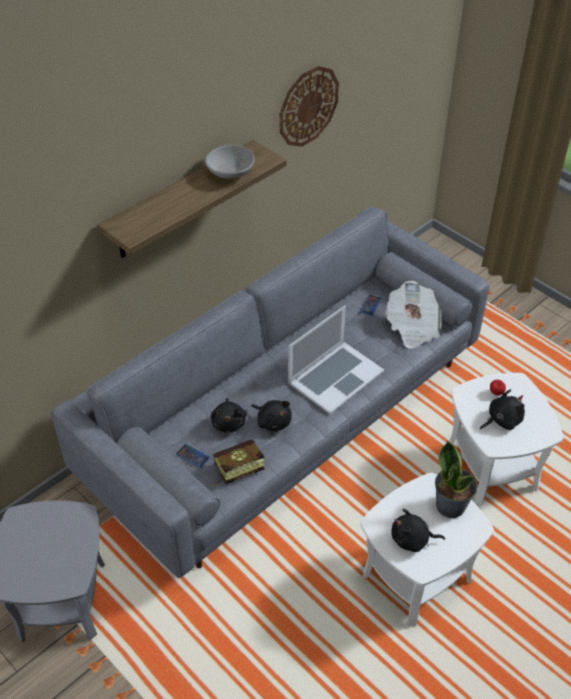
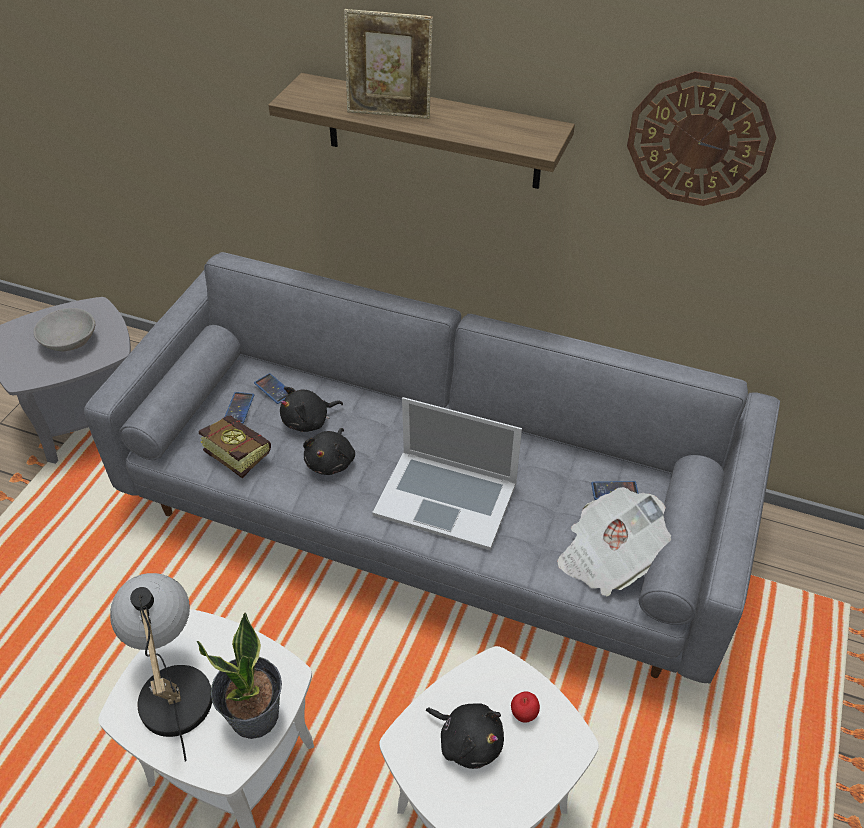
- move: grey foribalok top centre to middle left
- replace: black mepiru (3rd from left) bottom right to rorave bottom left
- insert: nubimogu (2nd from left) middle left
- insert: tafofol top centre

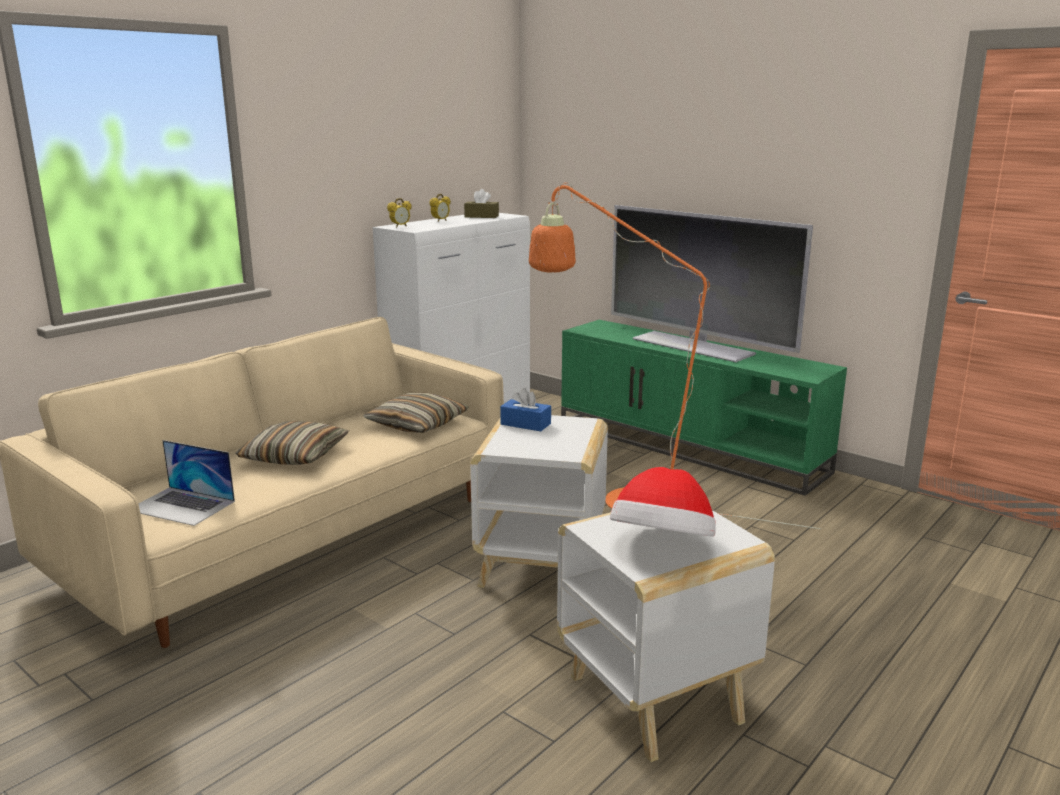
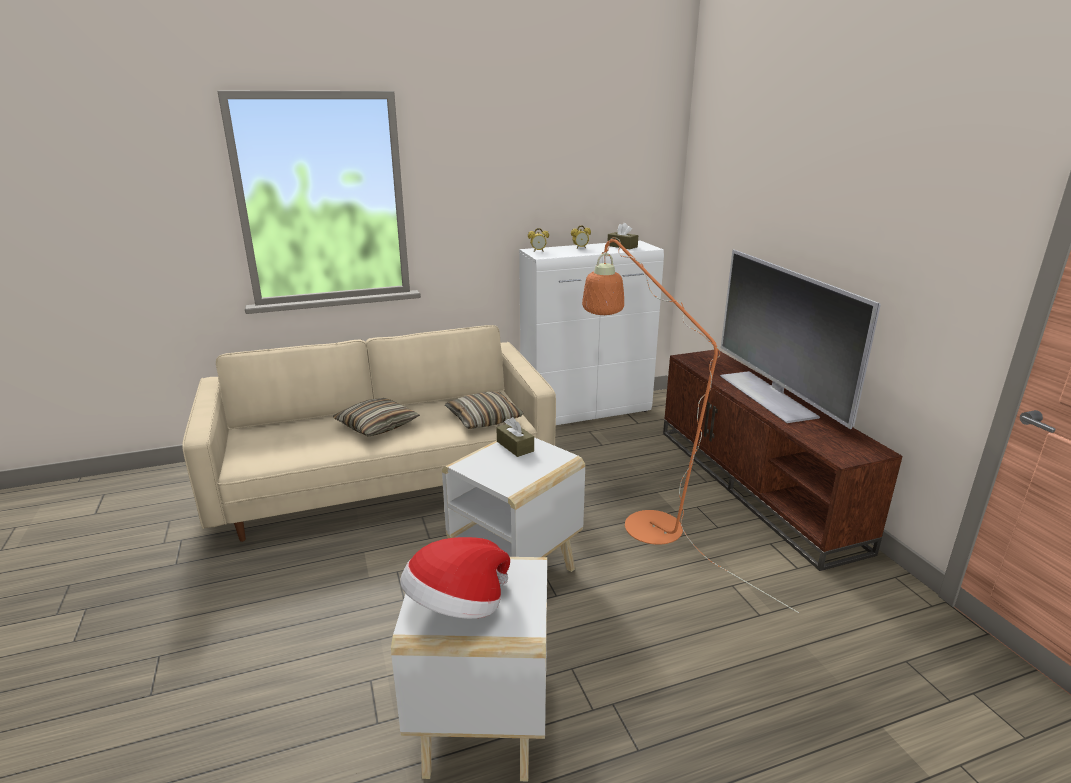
- delete: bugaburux middle left
- recolor: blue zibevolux centre to brown zibevolux (1st from left) centre
- recolor: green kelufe centre to brown kelufe middle right

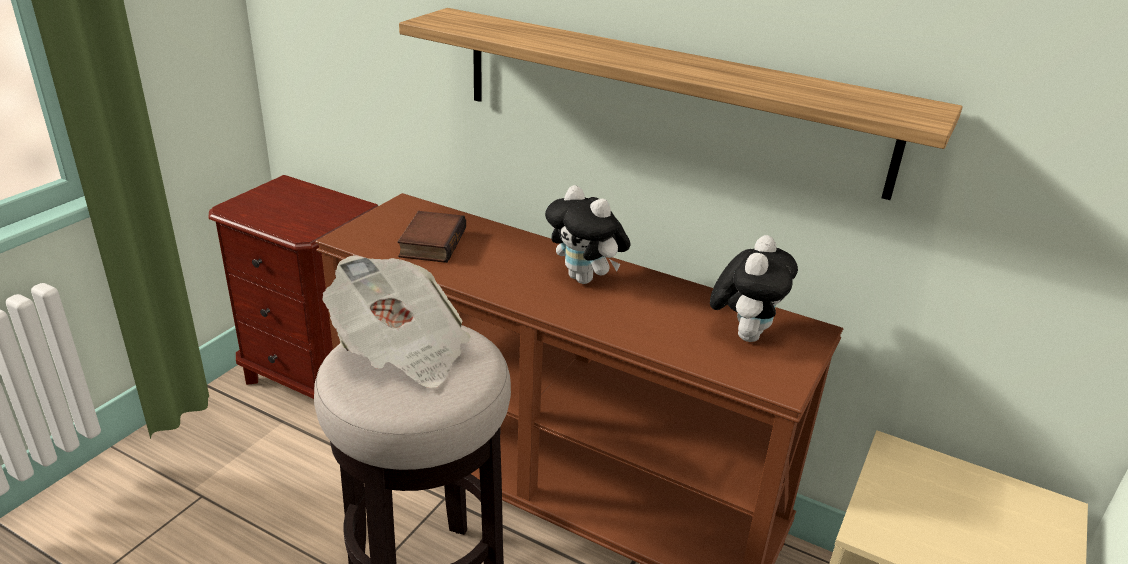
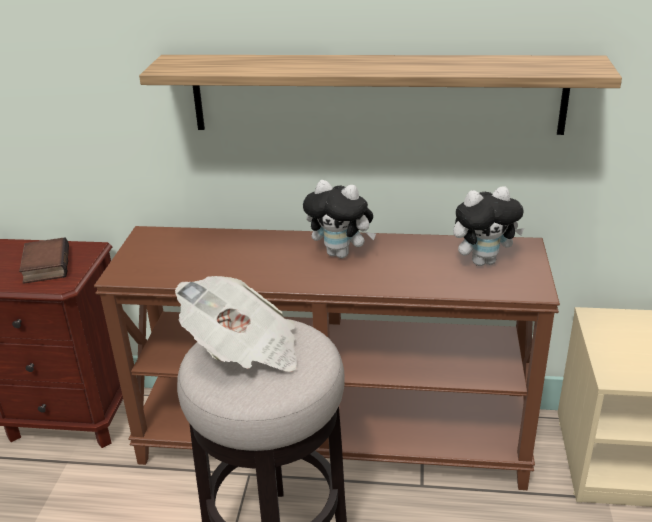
- move: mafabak centre to middle left
- rotate: mepiru (2nd from left) middle right = middle right 75 degrees clockwise

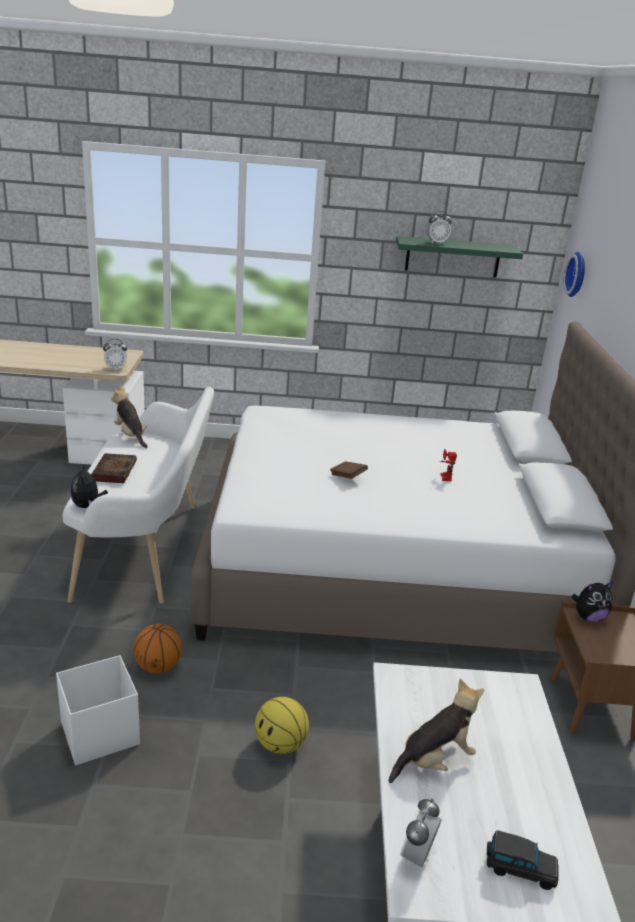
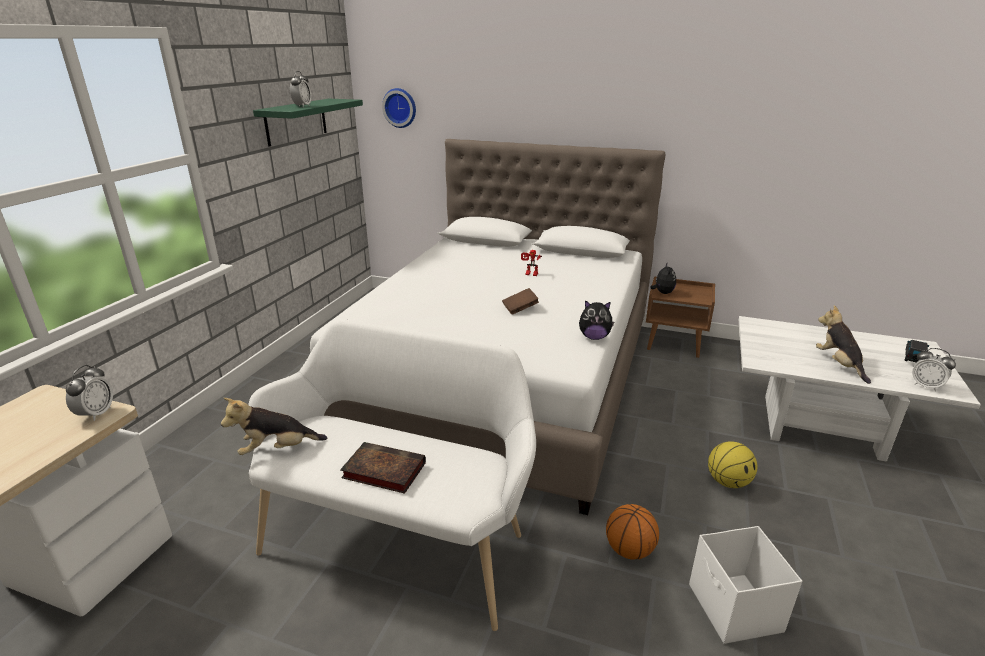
- move: mepiru (1st from left in the first image) middle left to mepiru (2nd from left) centre

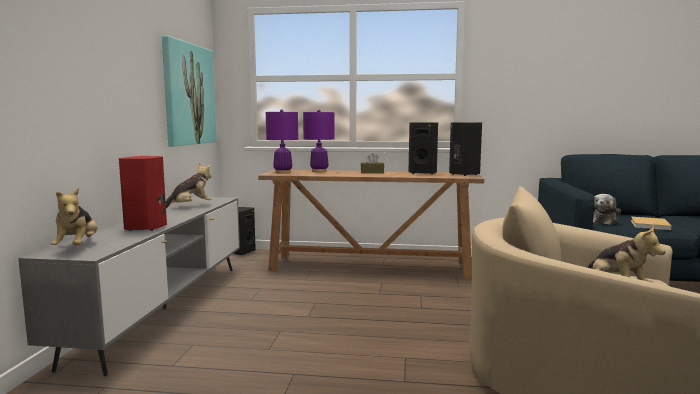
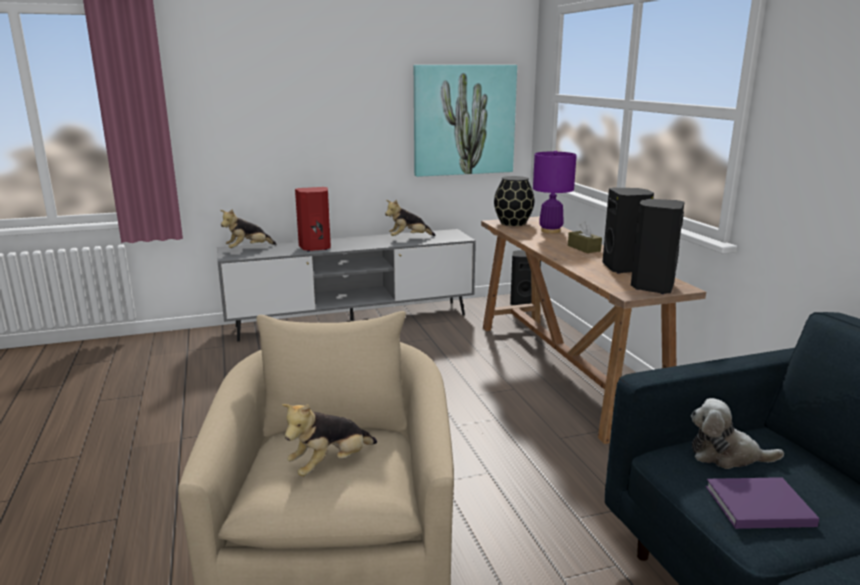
- rotate: mepiru (2nd from left in the first image) middle left = centre 135 degrees clockwise
- replace: purple rorave (1st from left) centre to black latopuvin centre
- recolor: beige mafabak middle right to purple mafabak bottom right

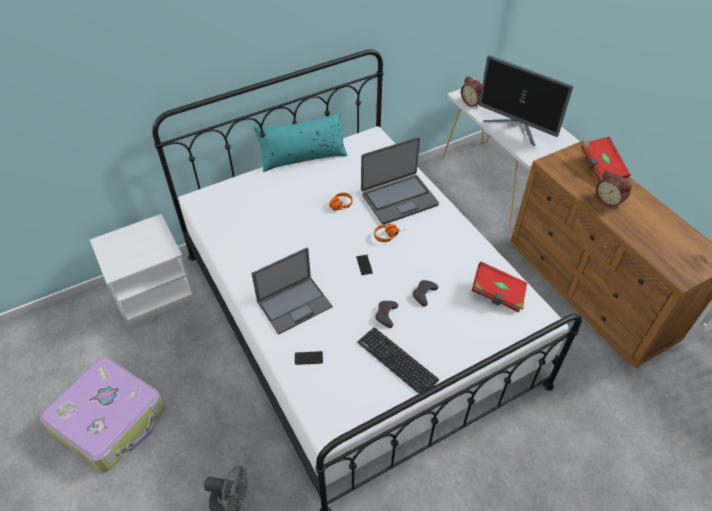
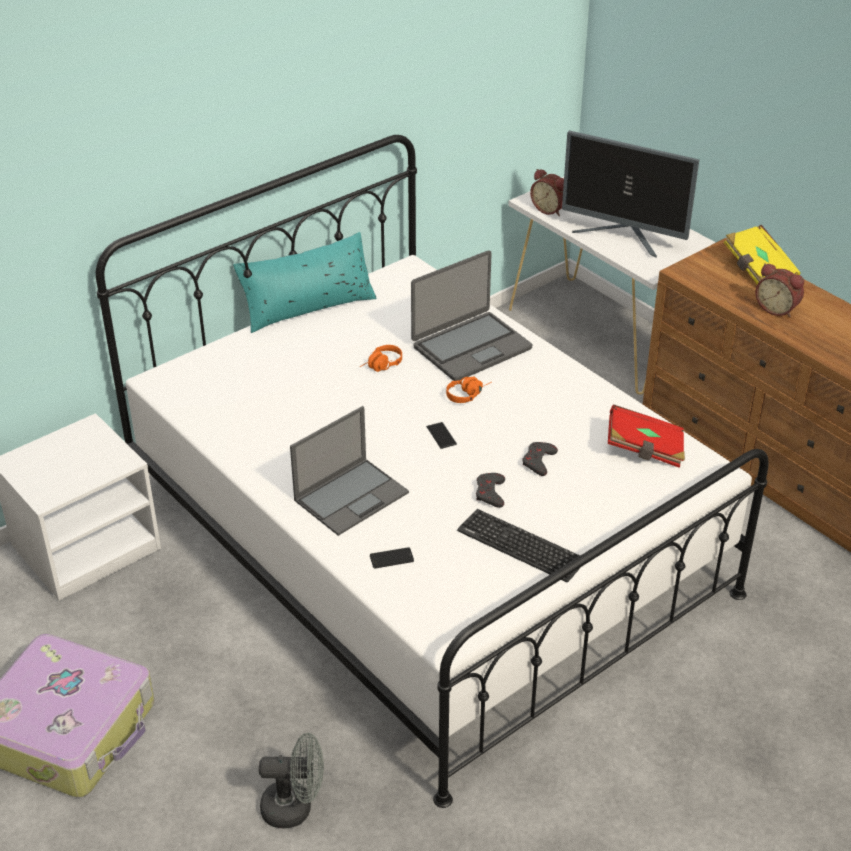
- recolor: red mafabak (2nd from left) top right to yellow mafabak top right

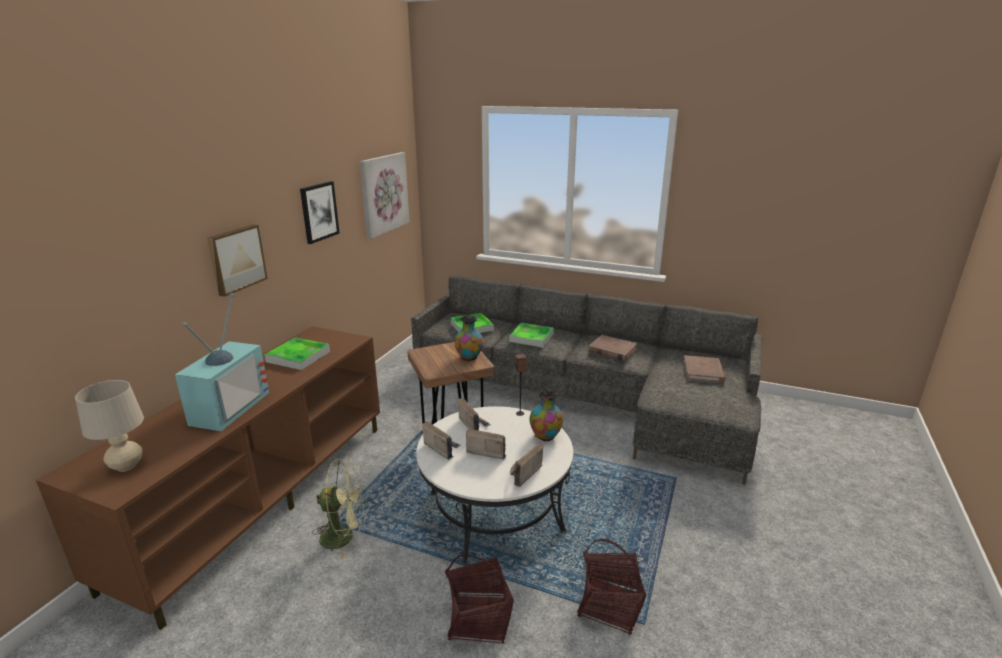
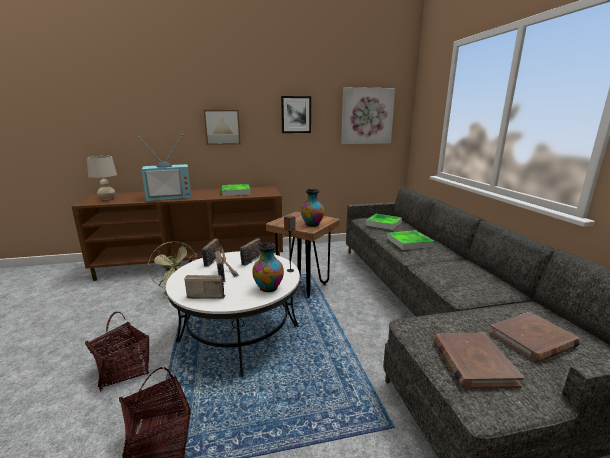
- move: brown mafabak (1st from left) centre to bottom right

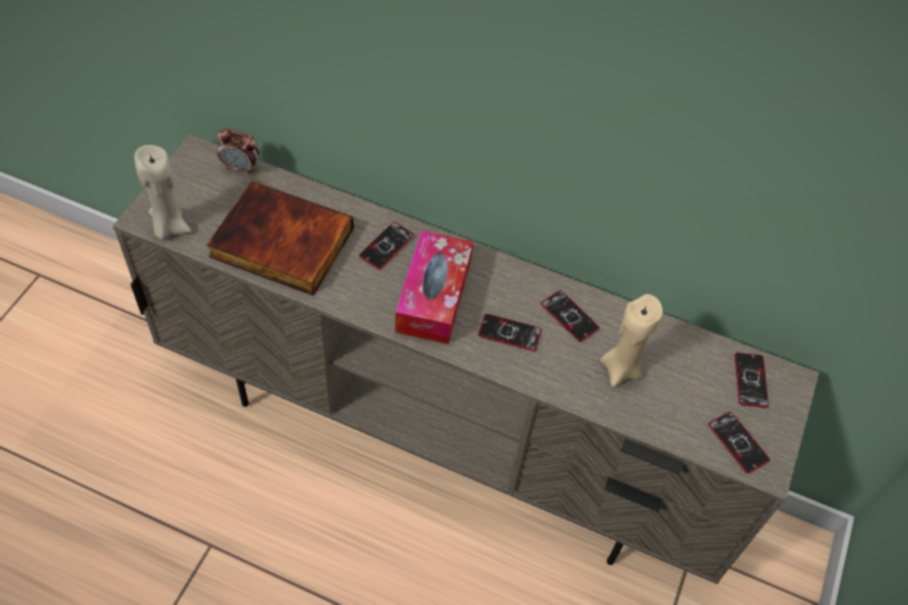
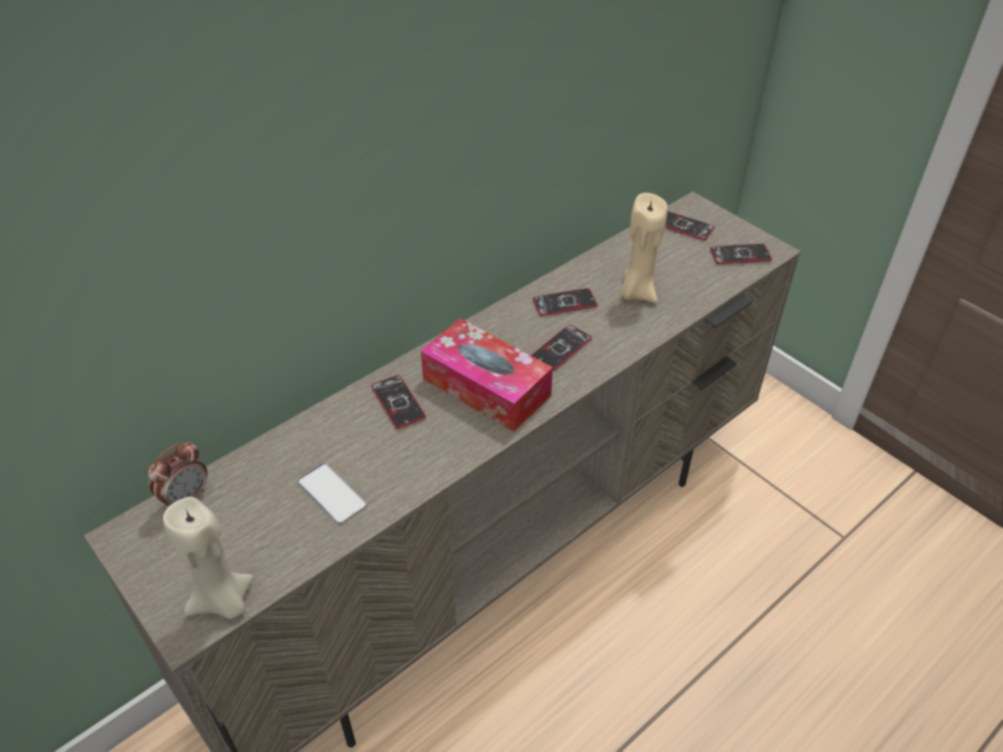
- replace: mafabak middle left to nubimogu (1st from left) middle left

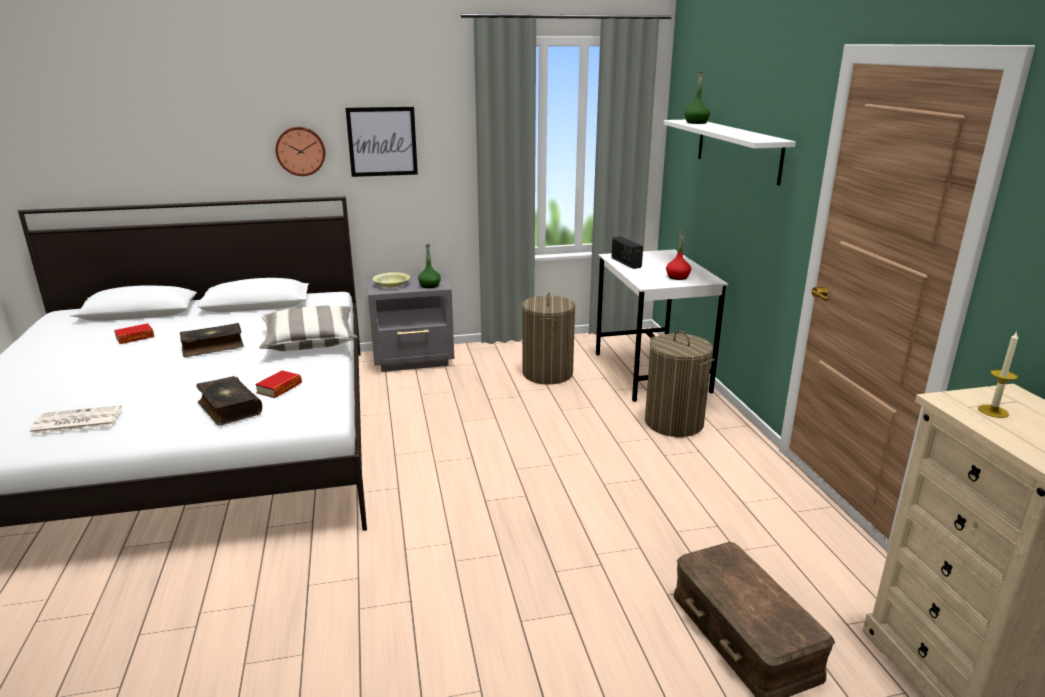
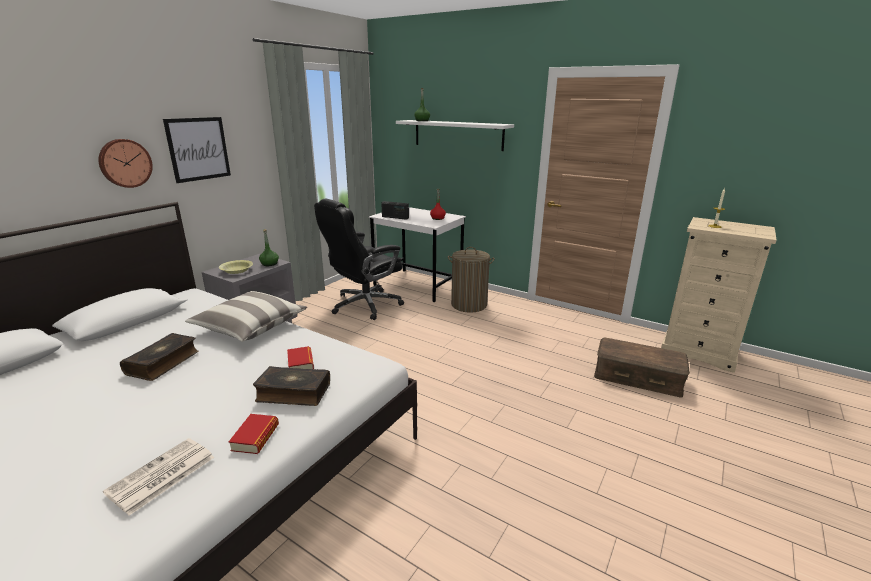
- move: mafabak (1st from left in the first image) middle left to mafabak (2nd from left) bottom left
- replace: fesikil (1st from left) centre to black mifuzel centre

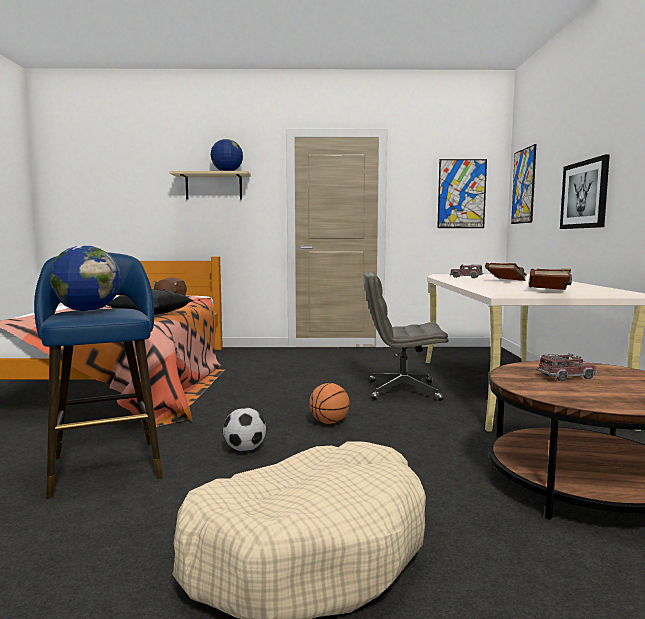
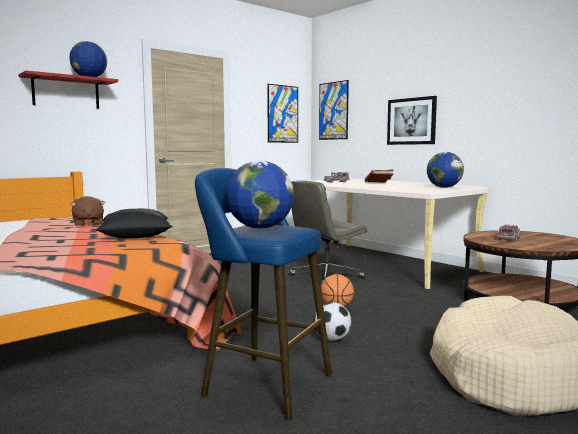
- recolor: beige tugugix top left to red tugugix top left
- replace: brown mafabak (2nd from left) middle right to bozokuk (3rd from left) middle right

